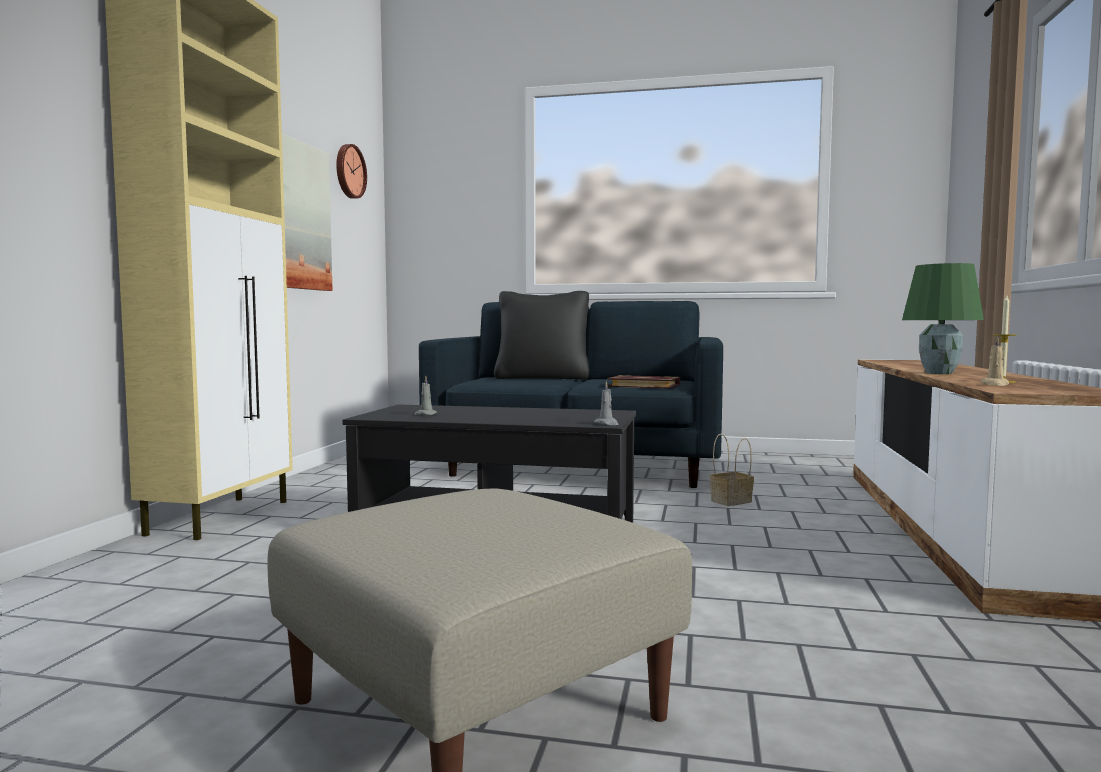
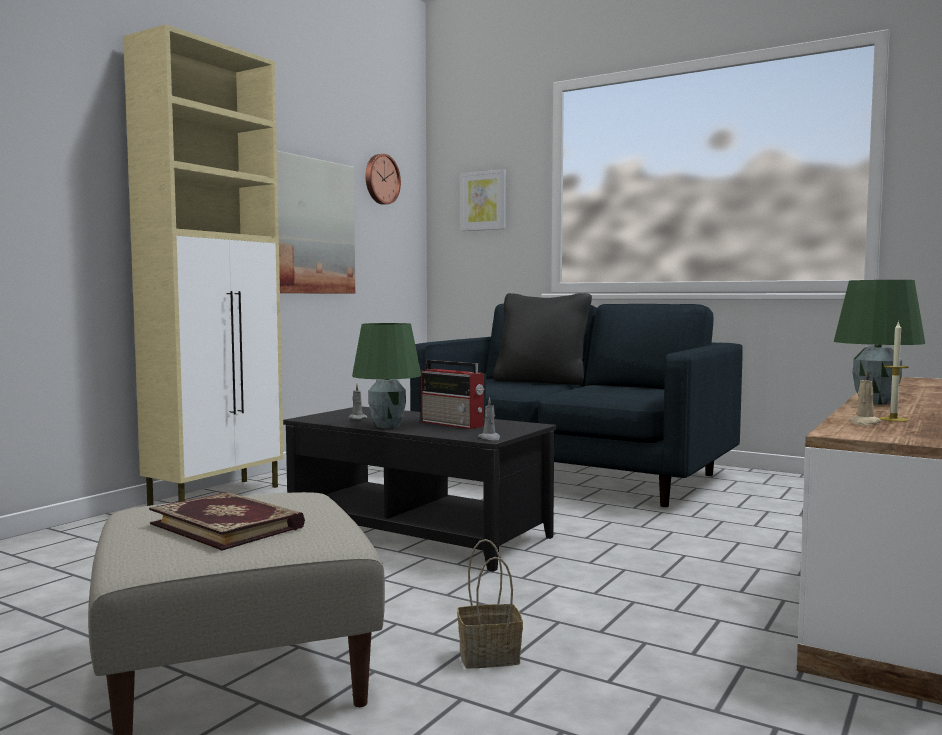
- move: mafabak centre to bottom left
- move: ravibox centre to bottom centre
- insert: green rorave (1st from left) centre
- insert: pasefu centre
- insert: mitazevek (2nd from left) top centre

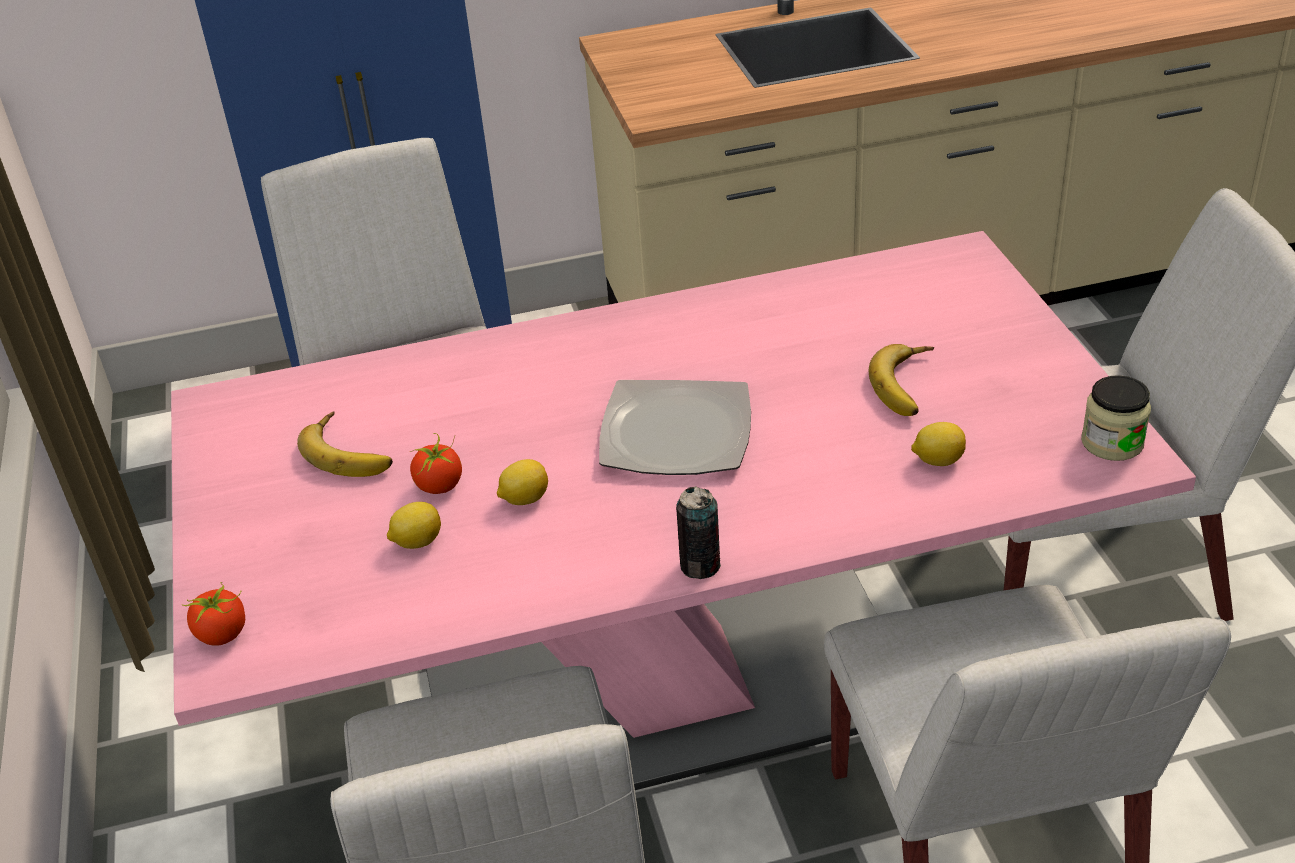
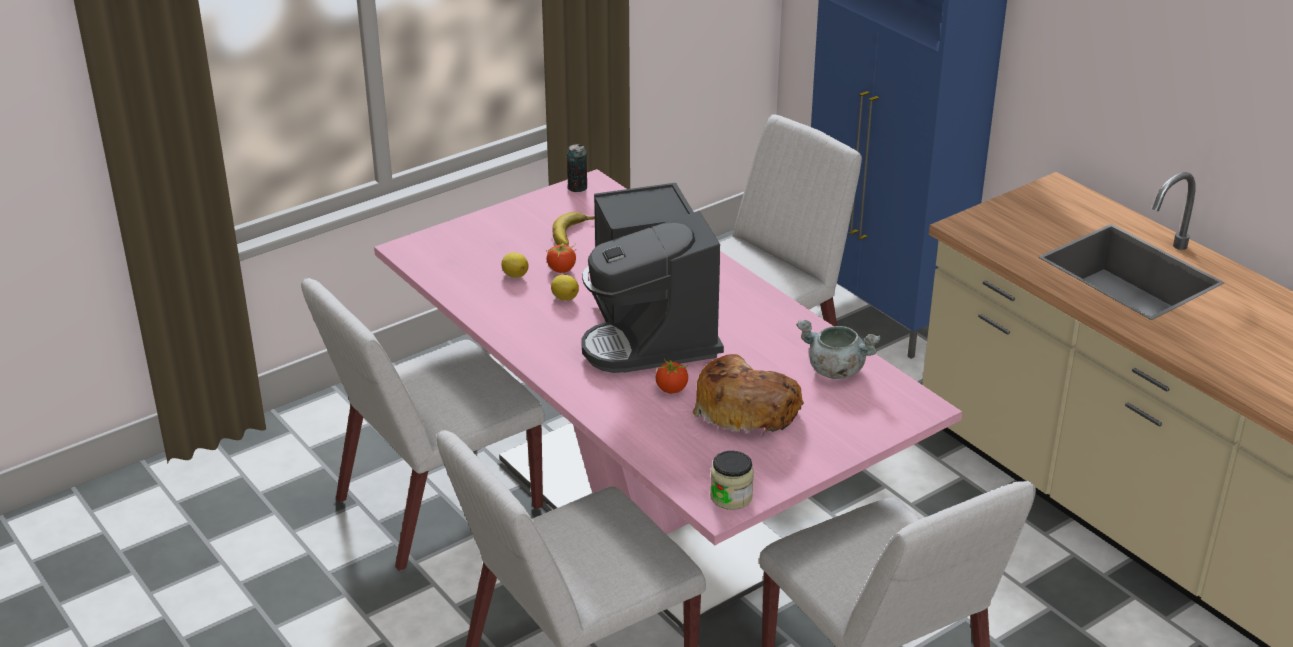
- move: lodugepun (1st from left in the first image) bottom left to lodugepun (2nd from left) centre
- replace: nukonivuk centre to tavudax centre
- move: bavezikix centre to top centre
- replace: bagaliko (2nd from left) middle right to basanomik centre
- delete: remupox (3rd from left) middle right
- insert: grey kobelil centre

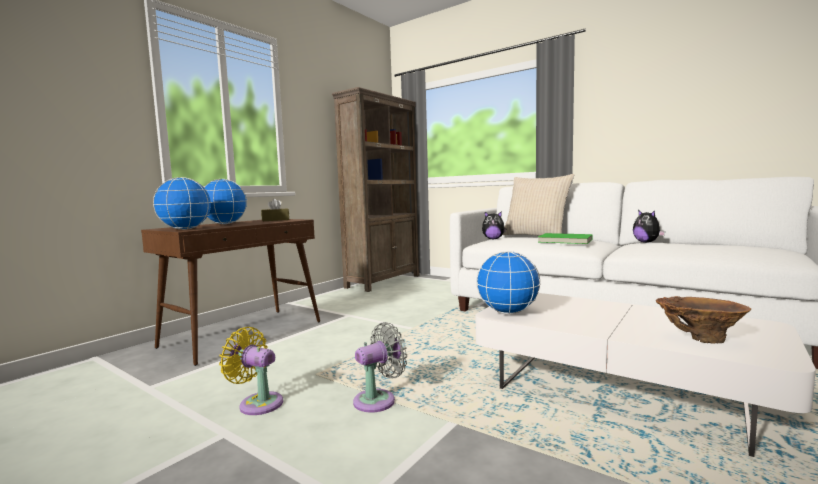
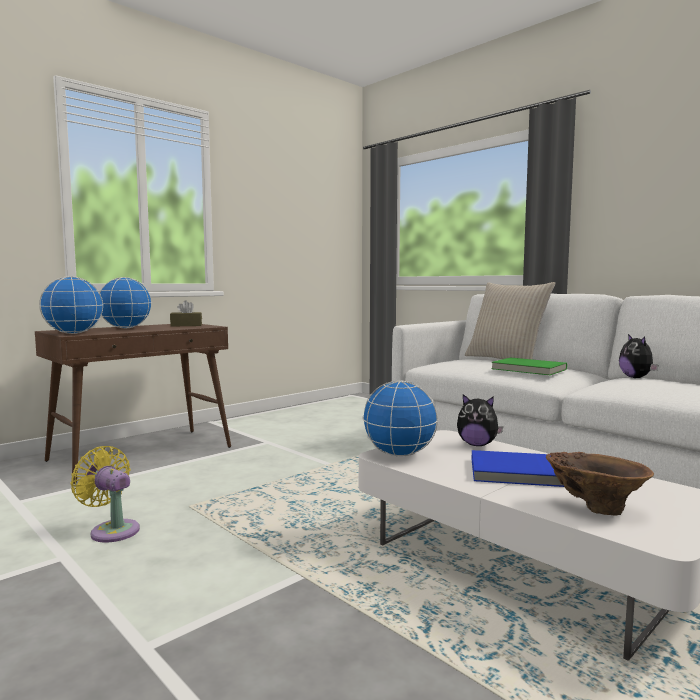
- delete: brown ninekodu centre
- delete: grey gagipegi bottom centre
- move: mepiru (1st from left) centre to middle right
- insert: blue mafabak bottom right

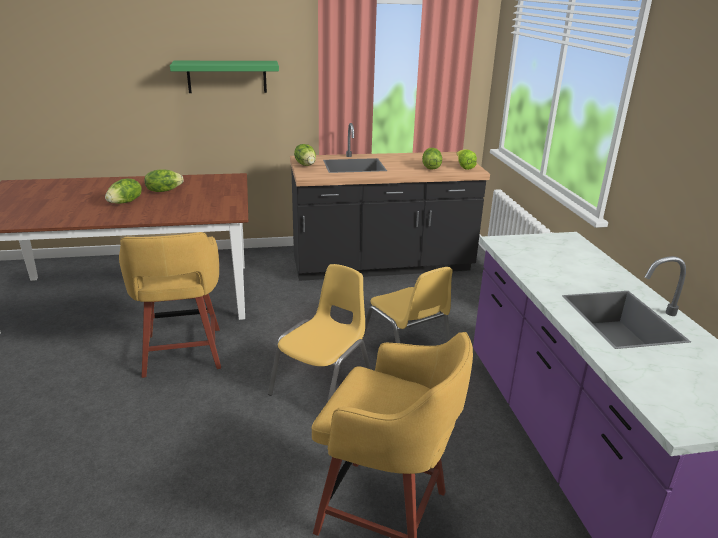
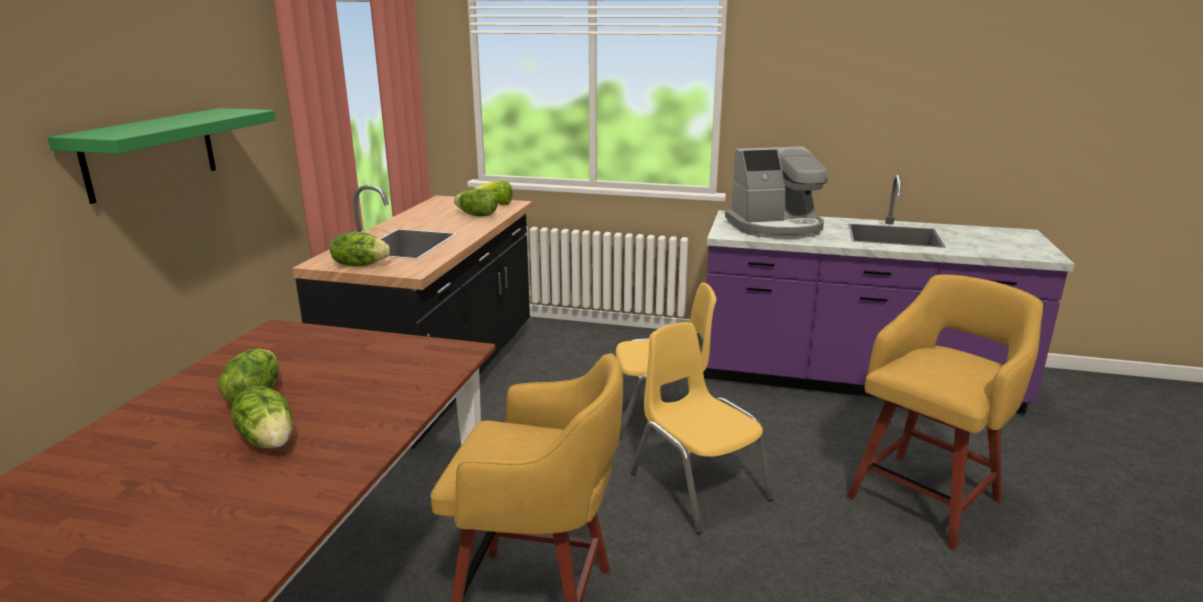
- insert: tavudax top centre

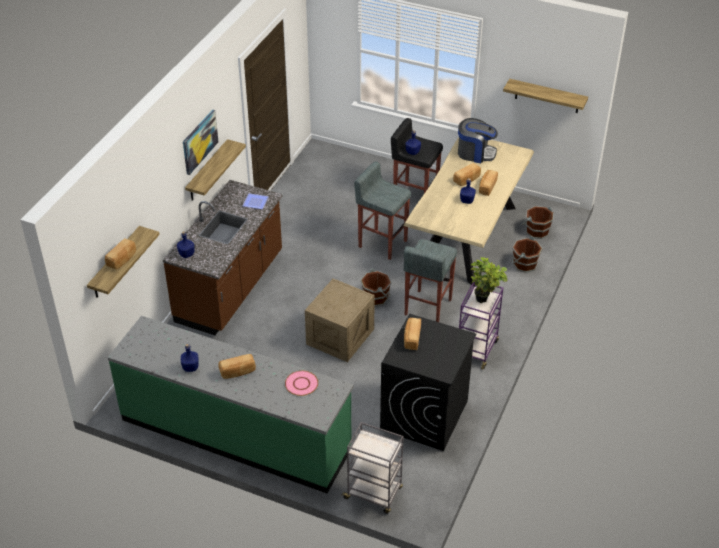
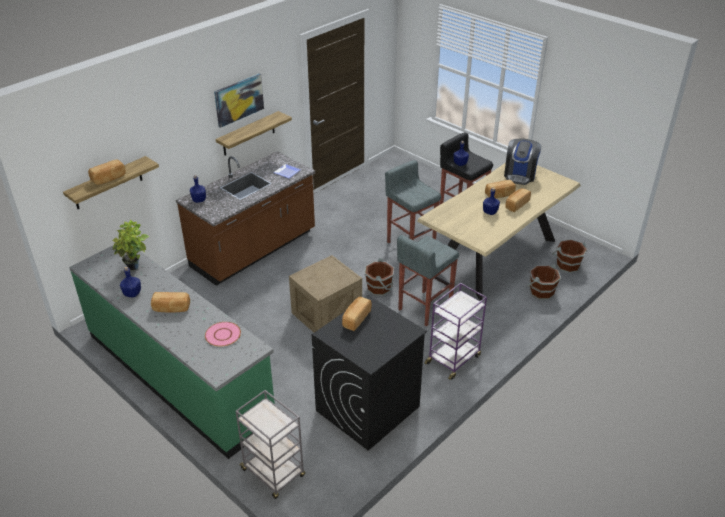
- rotate: tavudax top centre = top right 75 degrees clockwise
- move: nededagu middle right to middle left
- delete: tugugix (3rd from left) top right

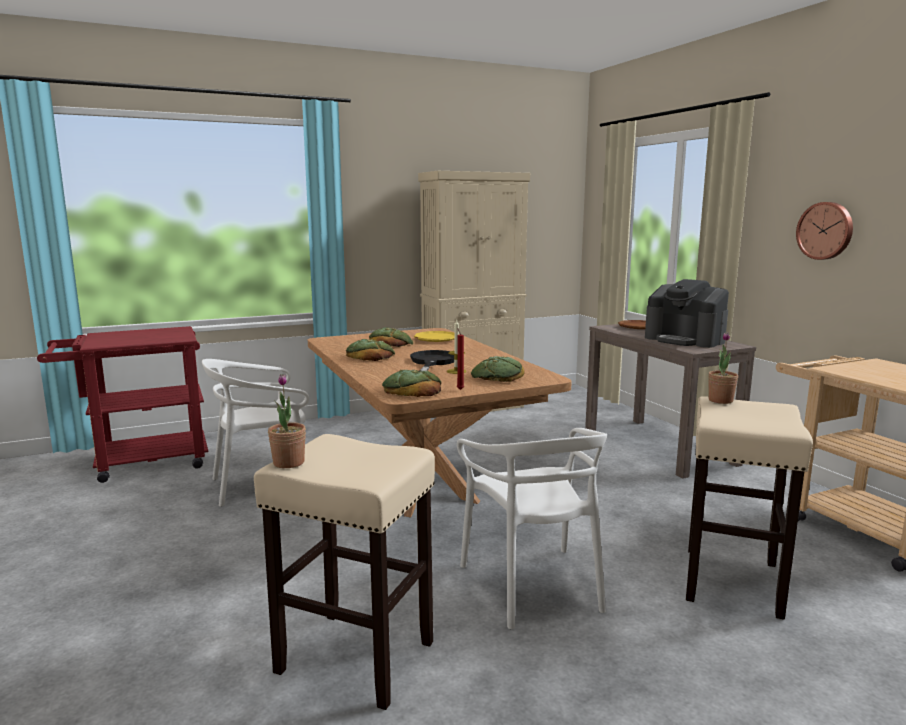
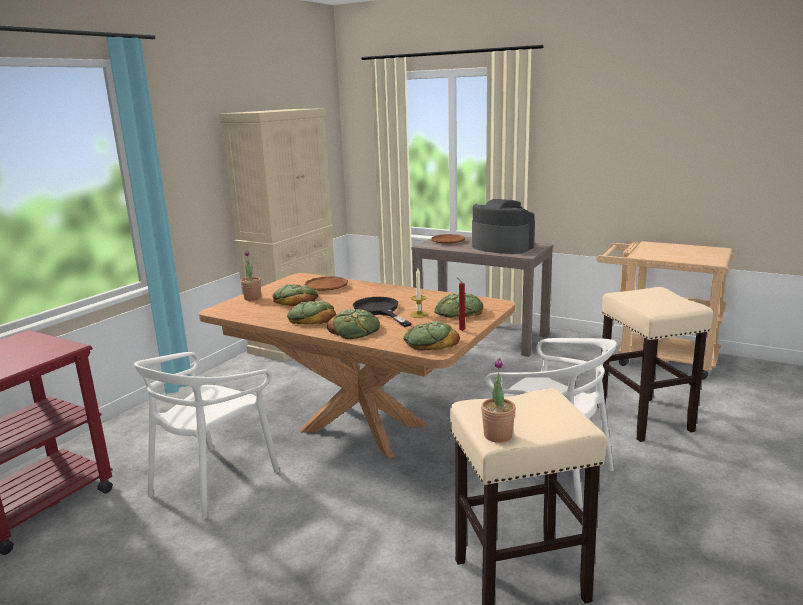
- recolor: yellow nukonivuk centre to brown nukonivuk (1st from left) centre
- rotate: tavudax middle right = centre 150 degrees counterclockwise
- move: nededagu (2nd from left in the first image) middle right to nededagu (1st from left) middle left
- delete: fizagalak top right
- insert: basanomik (3rd from left) centre

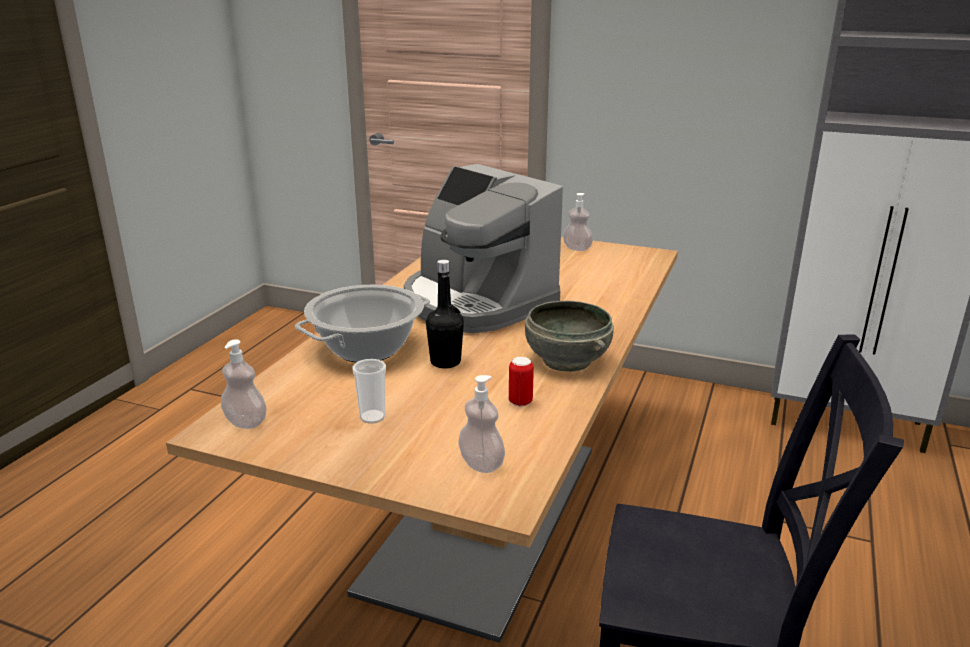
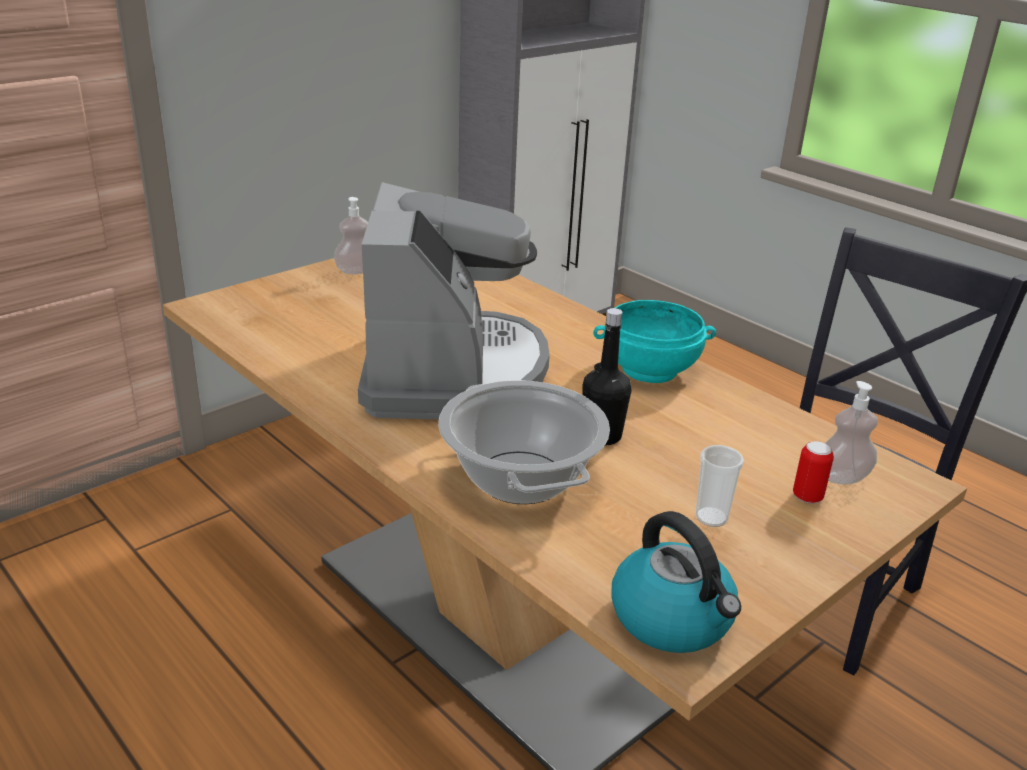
- replace: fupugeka (1st from left) middle left to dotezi bottom centre
- rotate: tavudax centre = centre 75 degrees counterclockwise
- move: bavezikix centre to middle right
- recolor: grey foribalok centre to turquoise foribalok centre

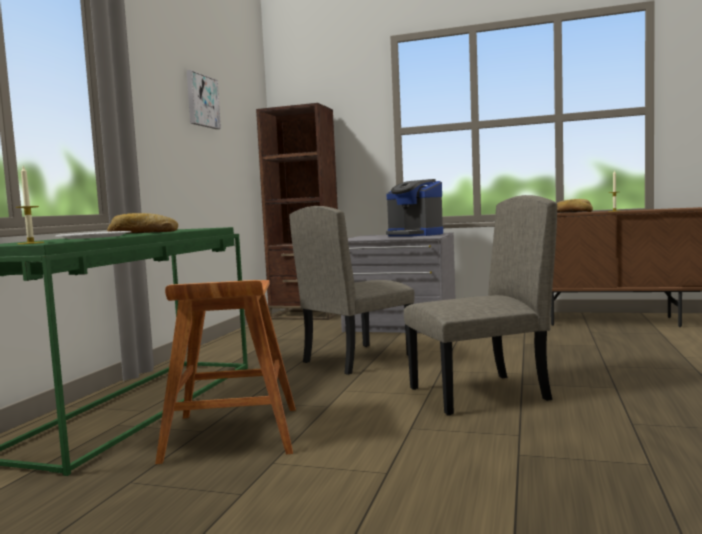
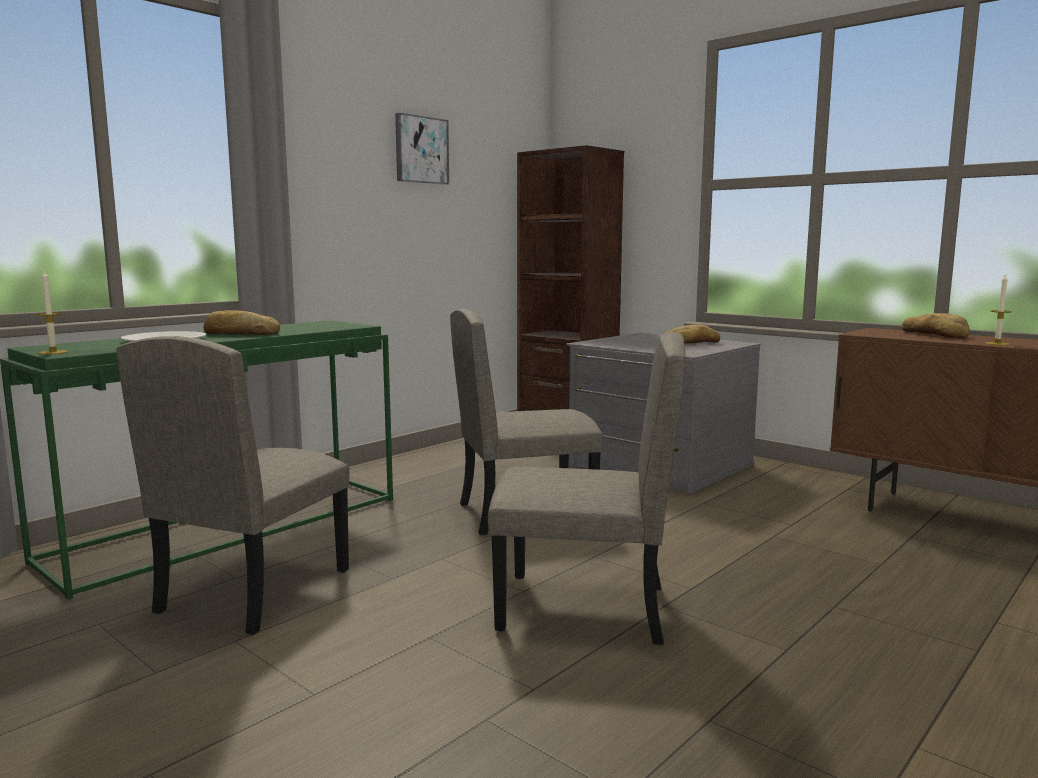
- replace: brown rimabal bottom left to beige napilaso (1st from left) middle left
- replace: tavudax centre to basanomik (2nd from left) middle right

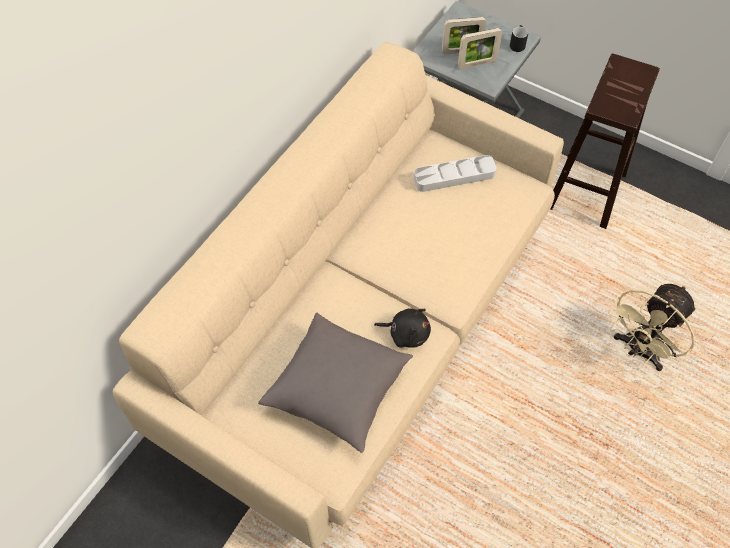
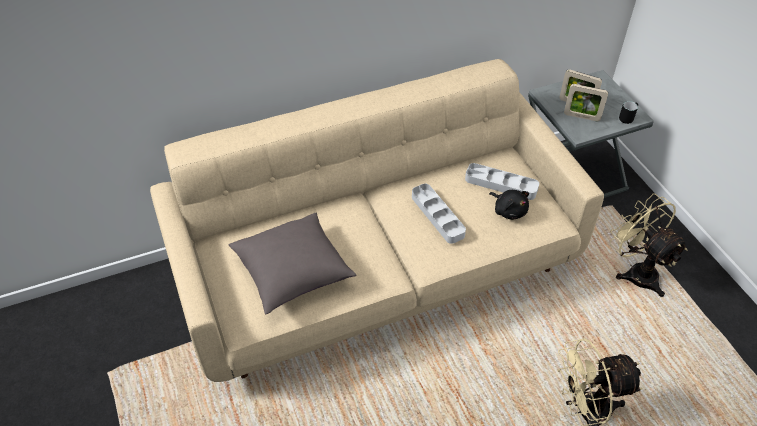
- move: black mepiru centre to middle right
- replace: brown rimabal top right to beige gagipegi (2nd from left) middle right
- insert: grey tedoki (1st from left) centre

